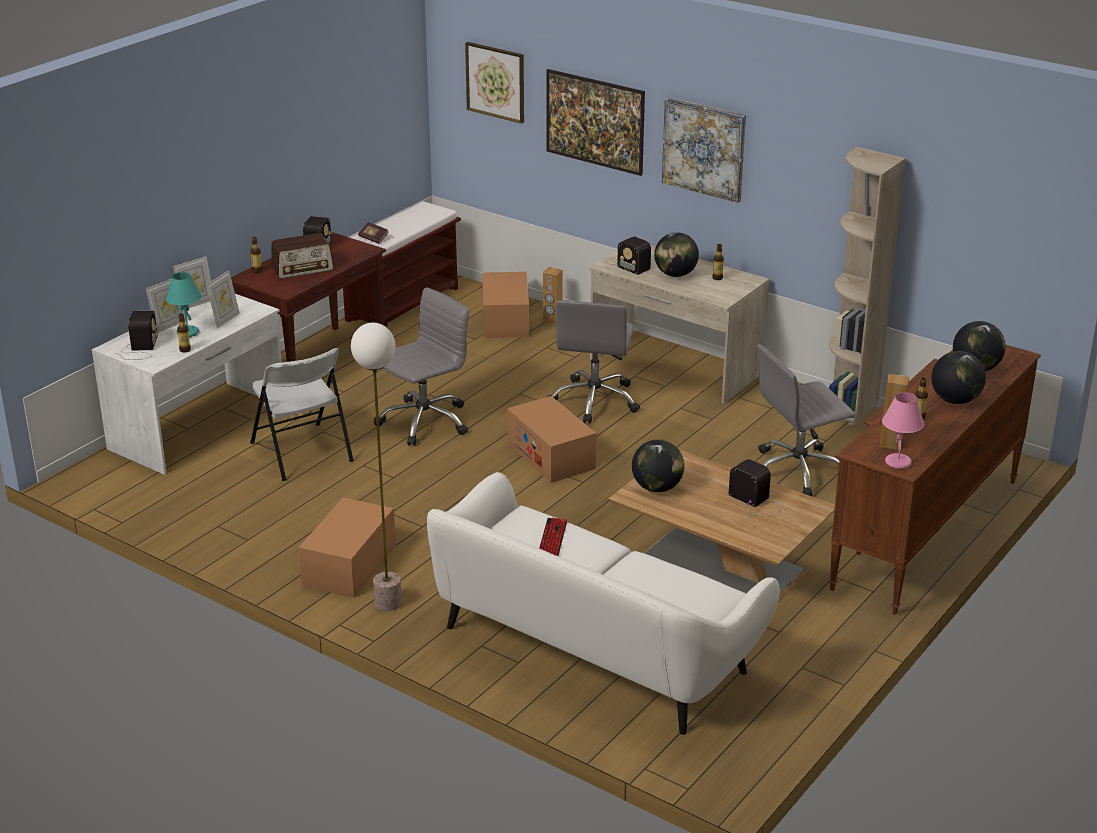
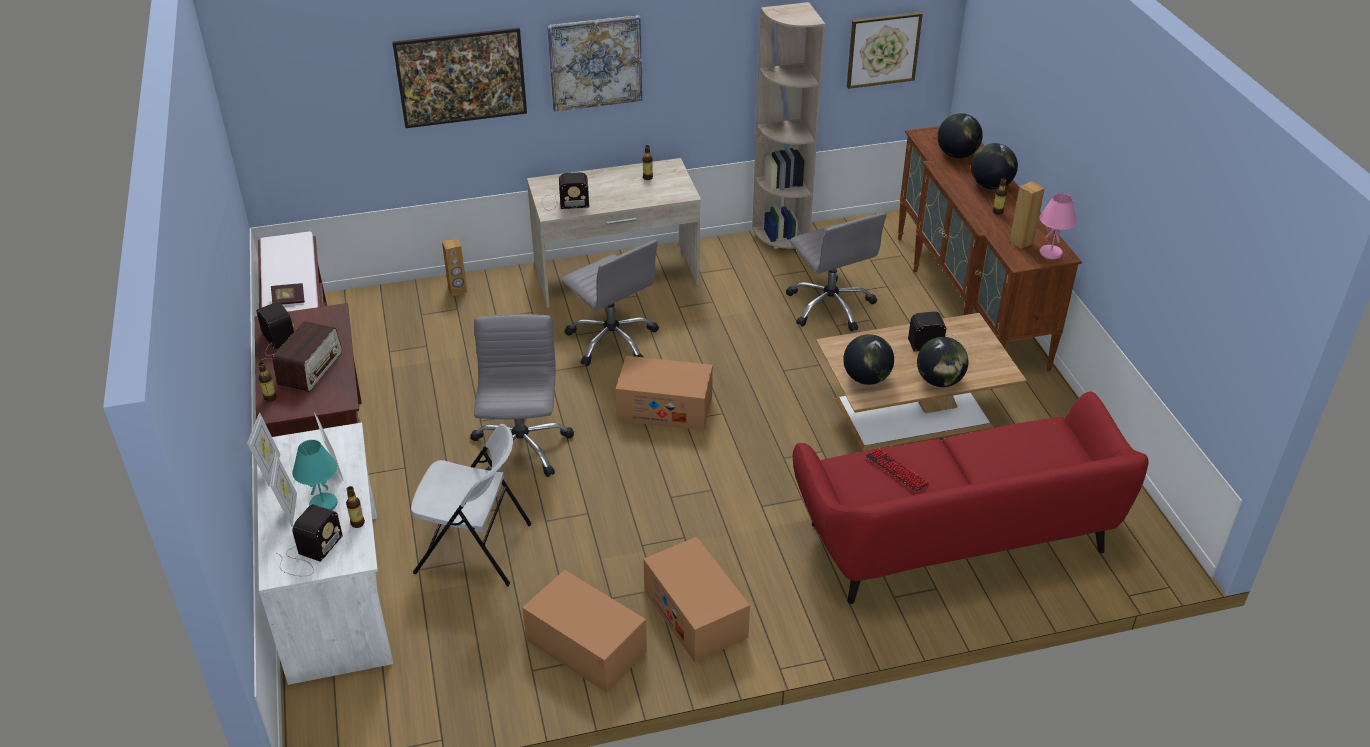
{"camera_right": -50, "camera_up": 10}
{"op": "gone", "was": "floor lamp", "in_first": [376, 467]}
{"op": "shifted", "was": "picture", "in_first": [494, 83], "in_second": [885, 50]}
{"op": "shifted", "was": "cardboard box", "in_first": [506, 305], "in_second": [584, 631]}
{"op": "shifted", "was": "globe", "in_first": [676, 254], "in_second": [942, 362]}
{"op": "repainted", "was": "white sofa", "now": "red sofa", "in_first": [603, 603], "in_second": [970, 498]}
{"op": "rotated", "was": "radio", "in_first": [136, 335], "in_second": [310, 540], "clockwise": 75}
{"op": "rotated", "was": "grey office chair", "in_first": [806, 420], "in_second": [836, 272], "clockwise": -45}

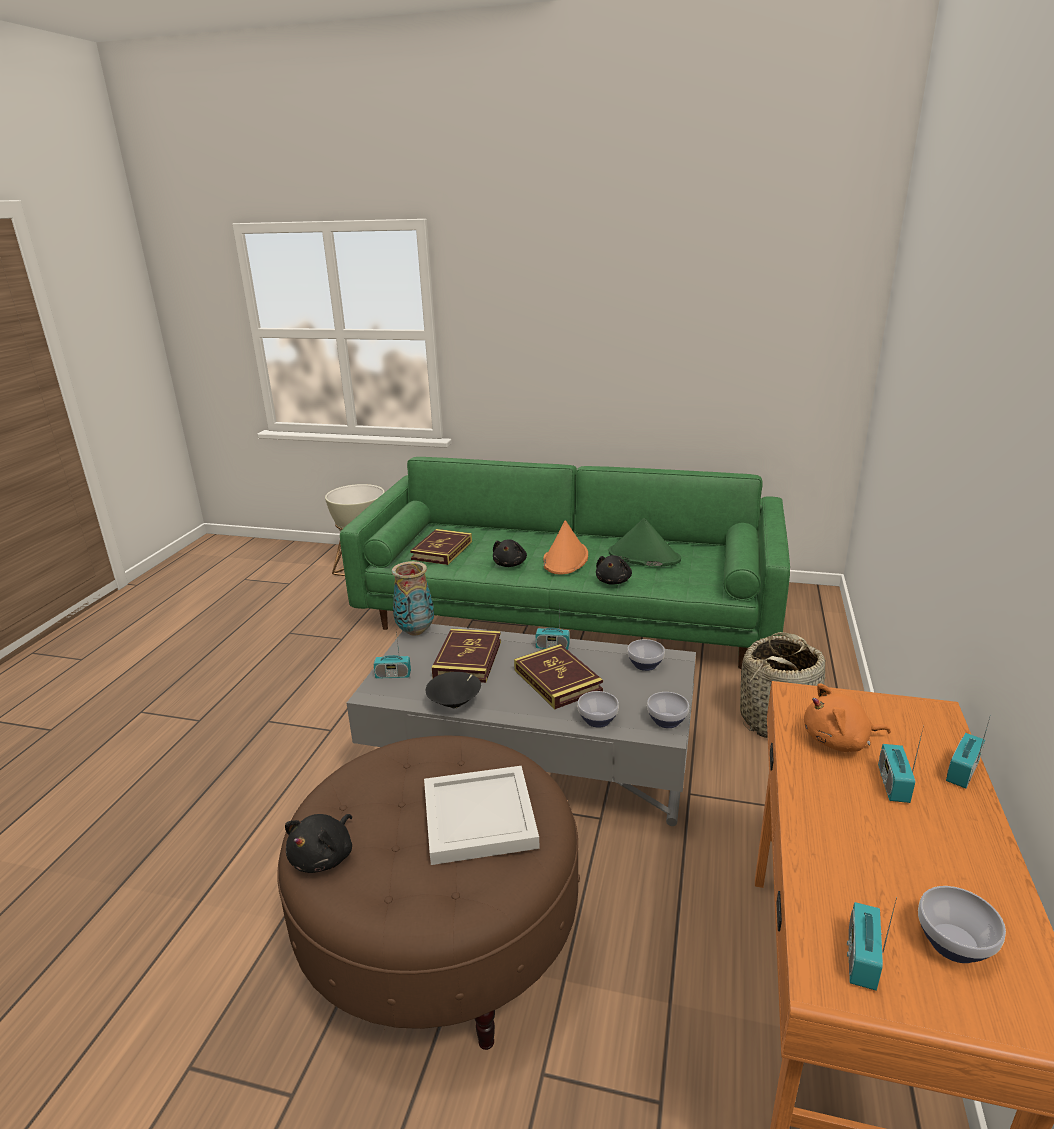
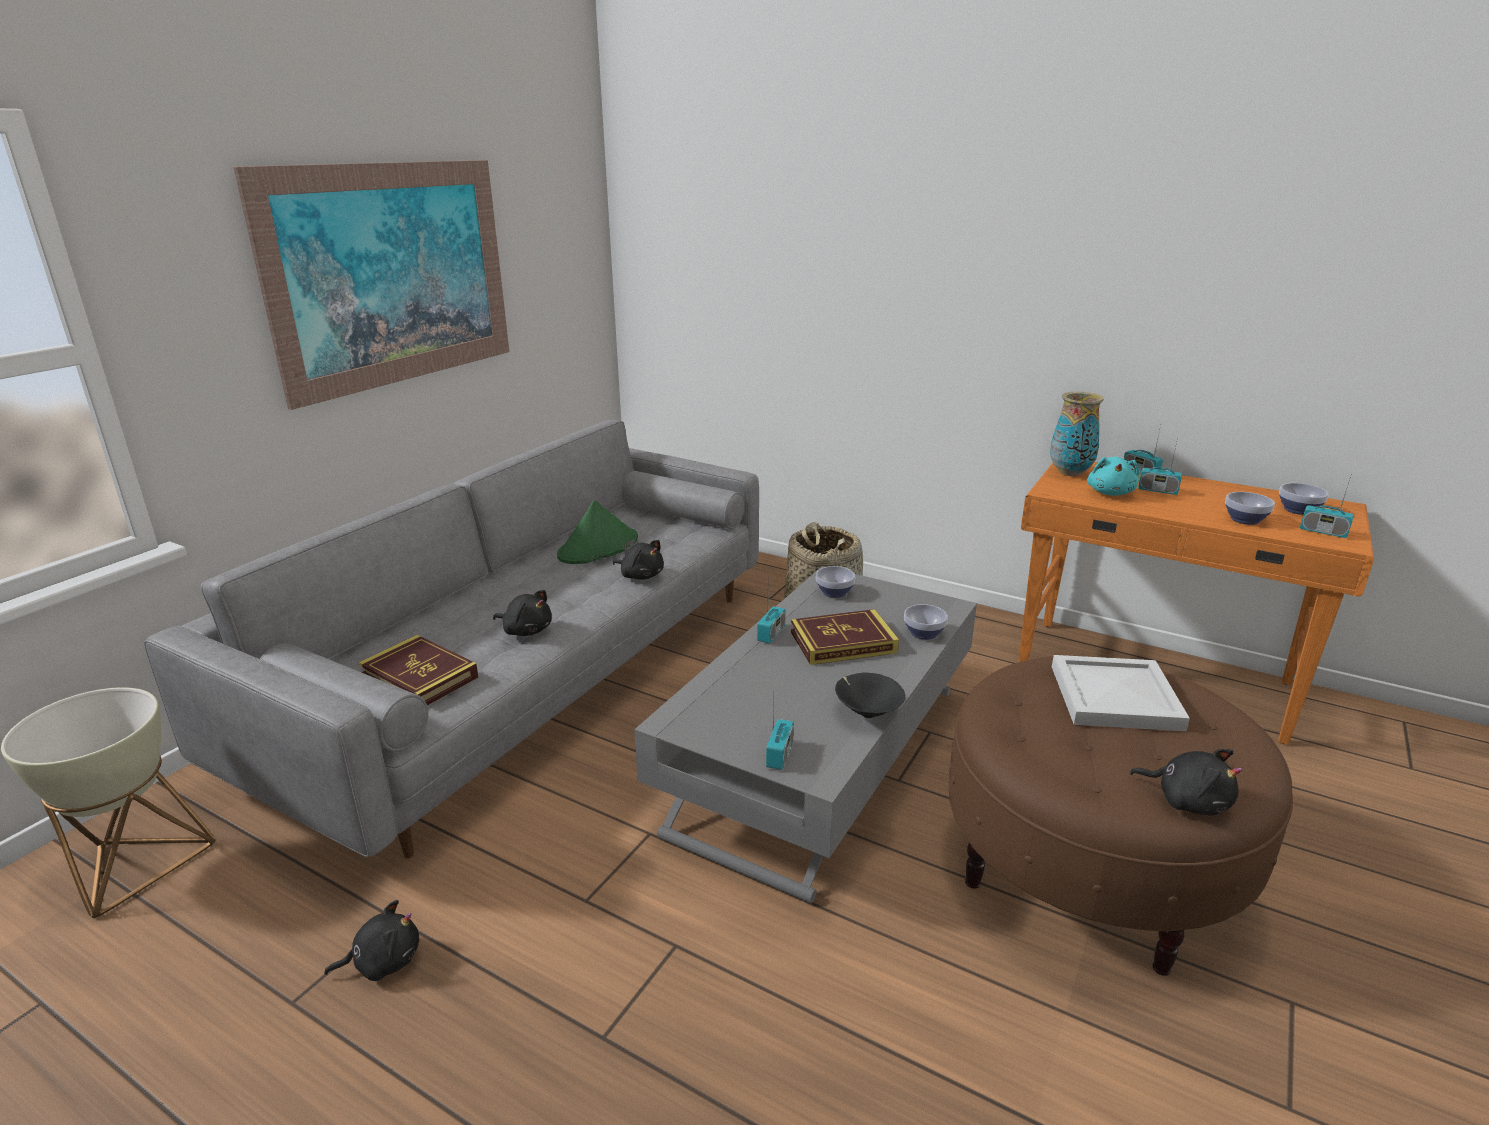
{"camera_right": -75, "camera_up": 0}
{"op": "gone", "was": "book", "in_first": [466, 655]}
{"op": "gone", "was": "orange hat", "in_first": [565, 547]}
{"op": "new", "now": "picture", "in_second": [371, 285]}
{"op": "new", "now": "black plush toy", "in_second": [371, 940]}
{"op": "shifted", "was": "vase", "in_first": [413, 598], "in_second": [1077, 434]}
{"op": "shifted", "was": "bowl", "in_first": [668, 710], "in_second": [1250, 508]}
{"op": "repainted", "was": "green sofa", "now": "grey sofa", "in_first": [565, 563], "in_second": [451, 639]}
{"op": "repainted", "was": "orange plush toy", "now": "turquoise plush toy", "in_first": [847, 717], "in_second": [1113, 476]}

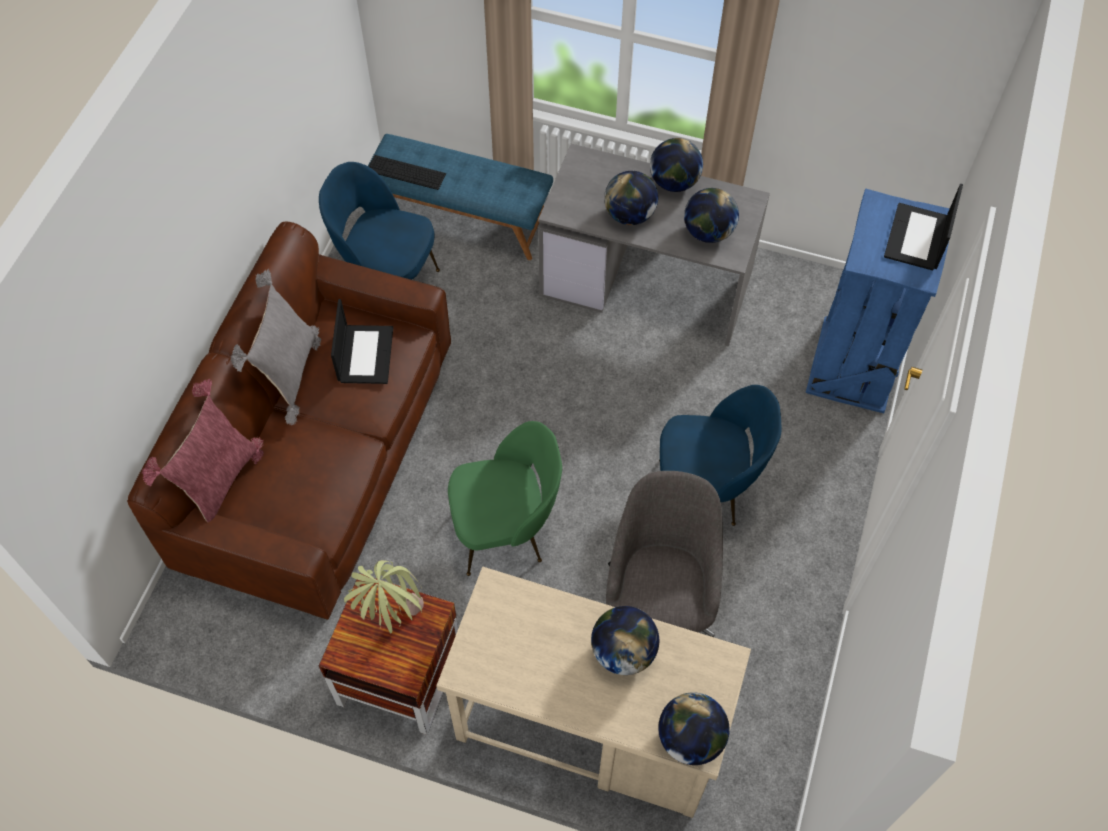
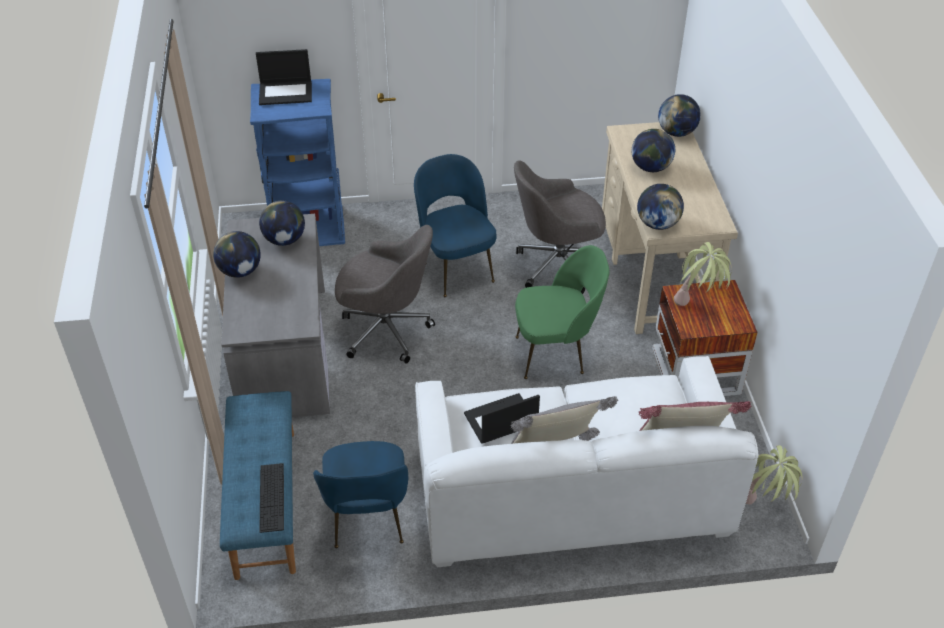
{"camera_right": -115, "camera_up": -15}
{"op": "new", "now": "grey office chair", "in_second": [385, 294]}
{"op": "new", "now": "potted plant", "in_second": [774, 474]}
{"op": "shifted", "was": "globe", "in_first": [631, 198], "in_second": [660, 207]}
{"op": "repainted", "was": "brown sofa", "now": "white sofa", "in_first": [289, 421], "in_second": [586, 461]}
{"op": "rotated", "was": "green chair", "in_first": [505, 498], "in_second": [562, 312], "clockwise": 120}

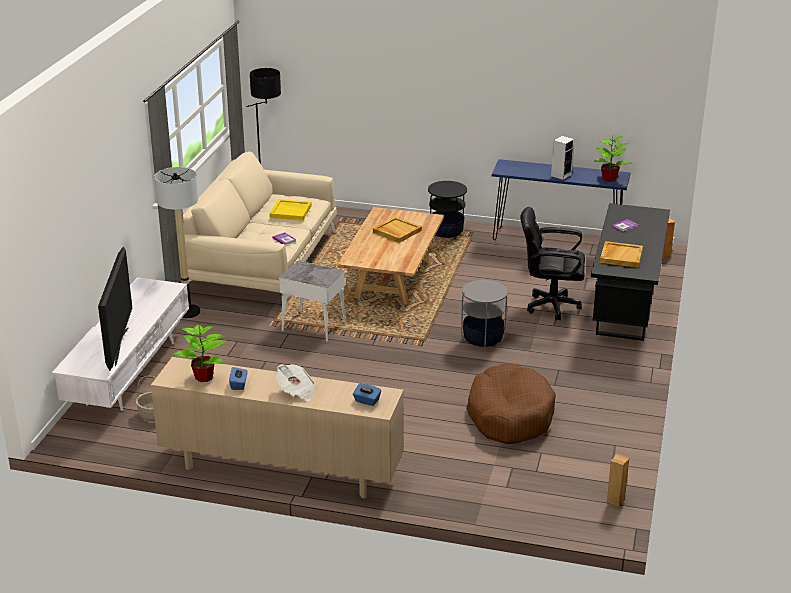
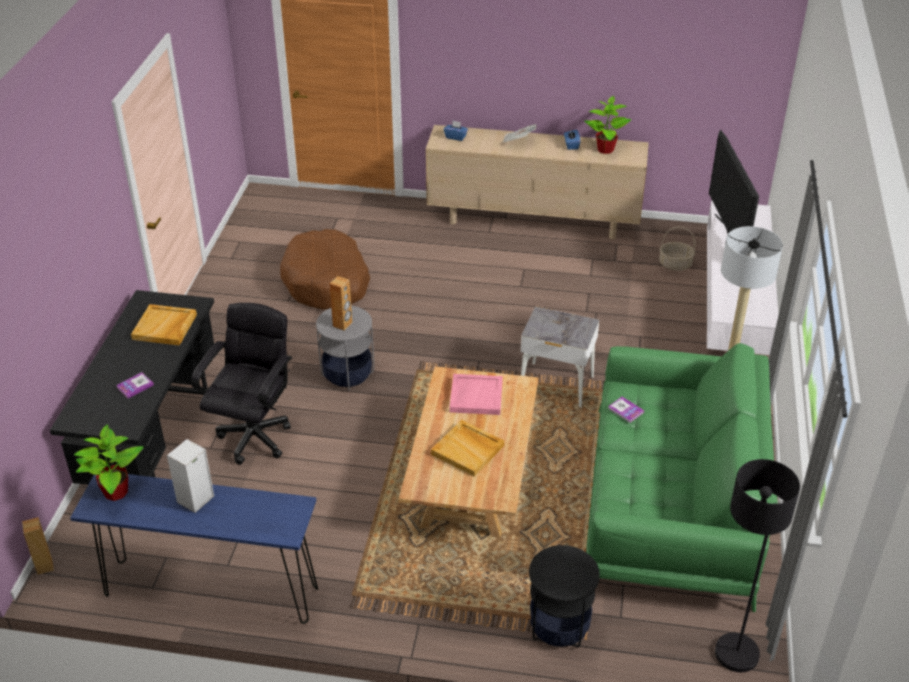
{"camera_right": 175, "camera_up": 10}
{"op": "gone", "was": "yellow tray", "in_first": [290, 210]}
{"op": "new", "now": "pink tray", "in_second": [476, 394]}
{"op": "shifted", "was": "black side table", "in_first": [447, 210], "in_second": [564, 596]}
{"op": "shifted", "was": "brown speaker", "in_first": [618, 480], "in_second": [340, 303]}
{"op": "repainted", "was": "beige sofa", "now": "green sofa", "in_first": [260, 230], "in_second": [682, 477]}
{"op": "rotated", "was": "black office chair", "in_first": [552, 264], "in_second": [241, 384], "clockwise": -75}

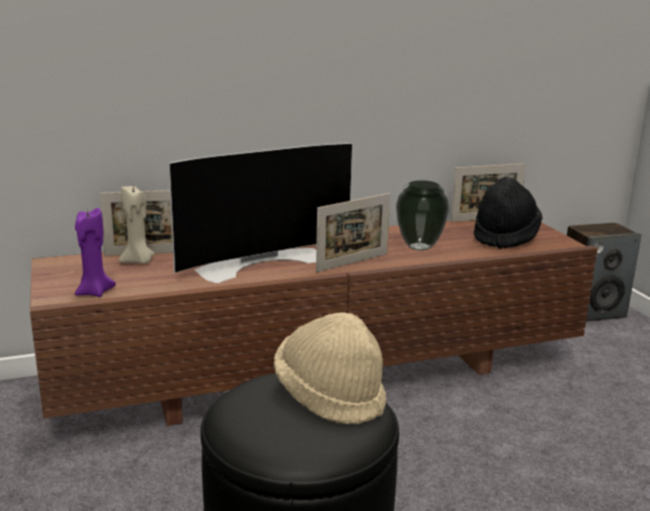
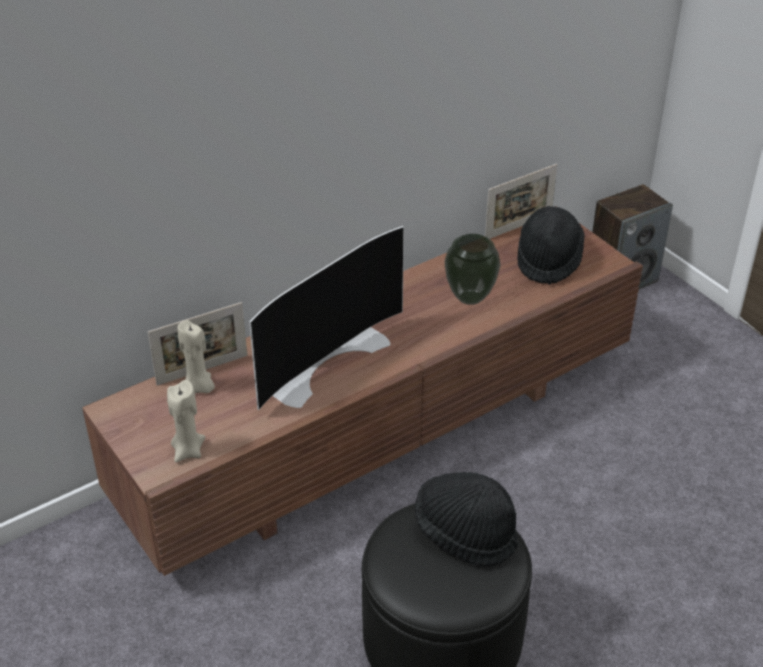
{"camera_right": -15, "camera_up": 20}
{"op": "gone", "was": "picture frame", "in_first": [353, 232]}
{"op": "repainted", "was": "purple candle", "now": "beige candle", "in_first": [95, 252], "in_second": [186, 421]}
{"op": "repainted", "was": "beige hat", "now": "black hat", "in_first": [330, 368], "in_second": [466, 519]}

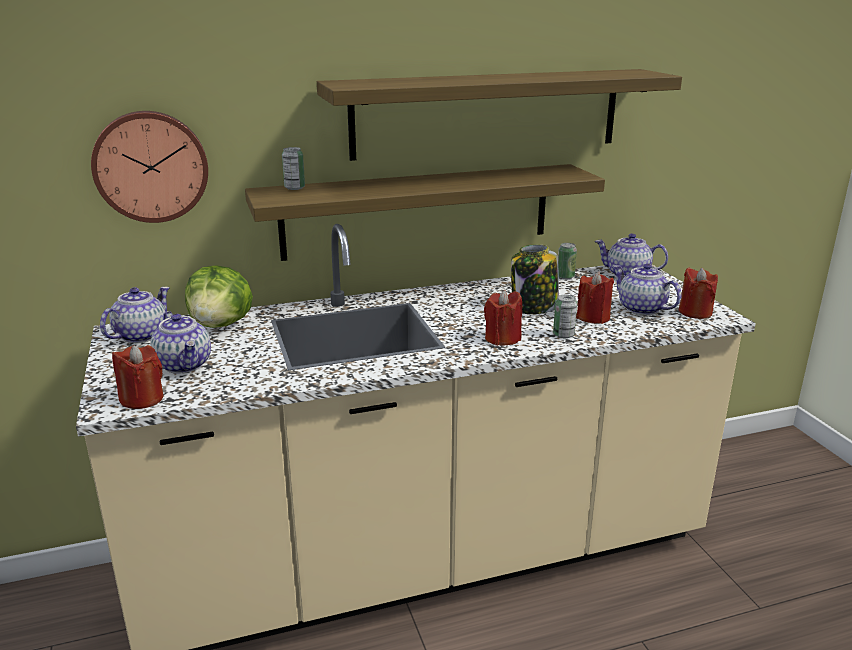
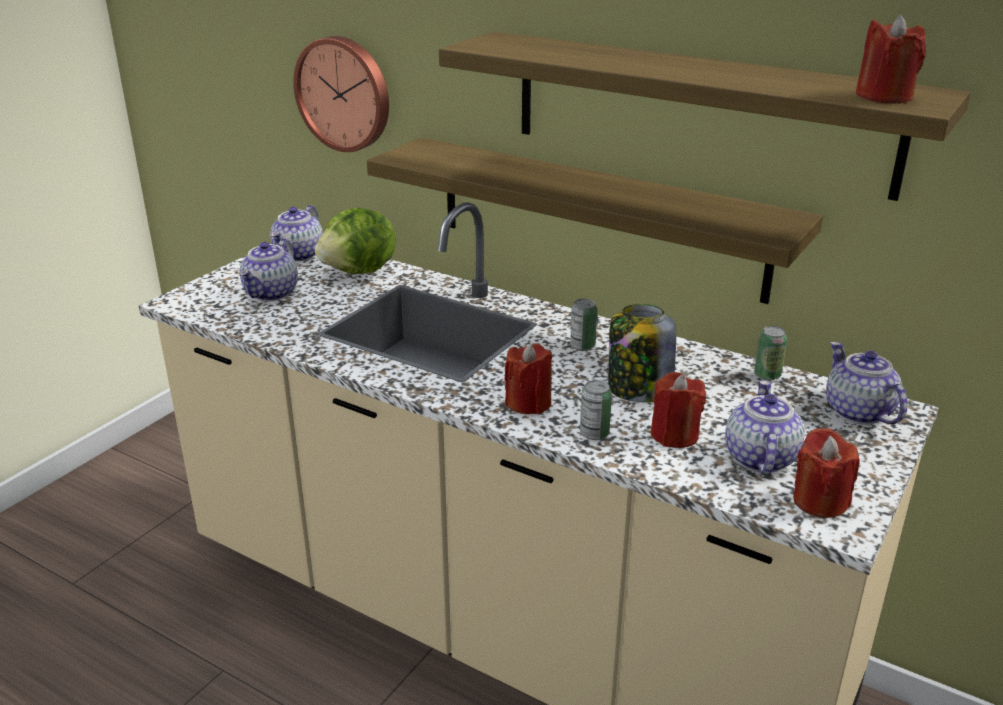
{"camera_right": 50, "camera_up": 5}
{"op": "shifted", "was": "red candle", "in_first": [138, 377], "in_second": [891, 59]}
{"op": "shifted", "was": "can", "in_first": [293, 168], "in_second": [583, 325]}
{"op": "rotated", "was": "teapot", "in_first": [135, 315], "in_second": [296, 233], "clockwise": 120}

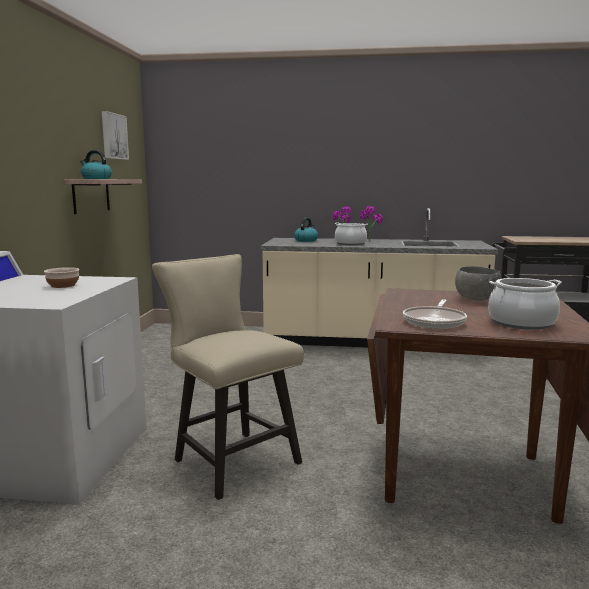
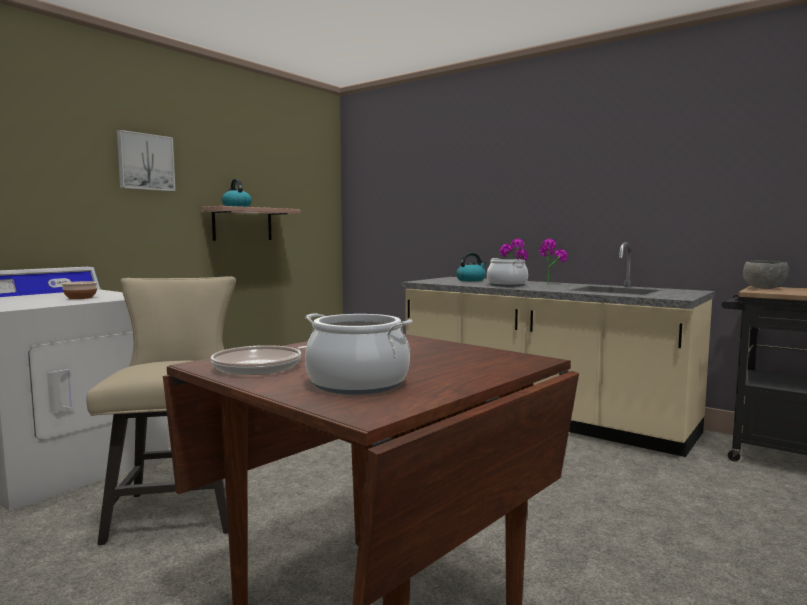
{"camera_right": 30, "camera_up": -5}
{"op": "shifted", "was": "picture", "in_first": [115, 135], "in_second": [146, 160]}
{"op": "shifted", "was": "grey bowl", "in_first": [478, 283], "in_second": [765, 274]}

